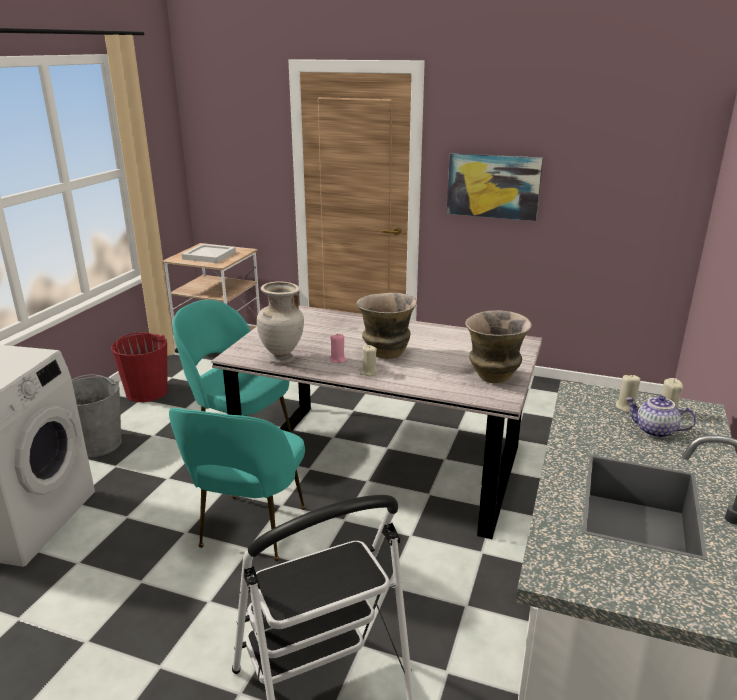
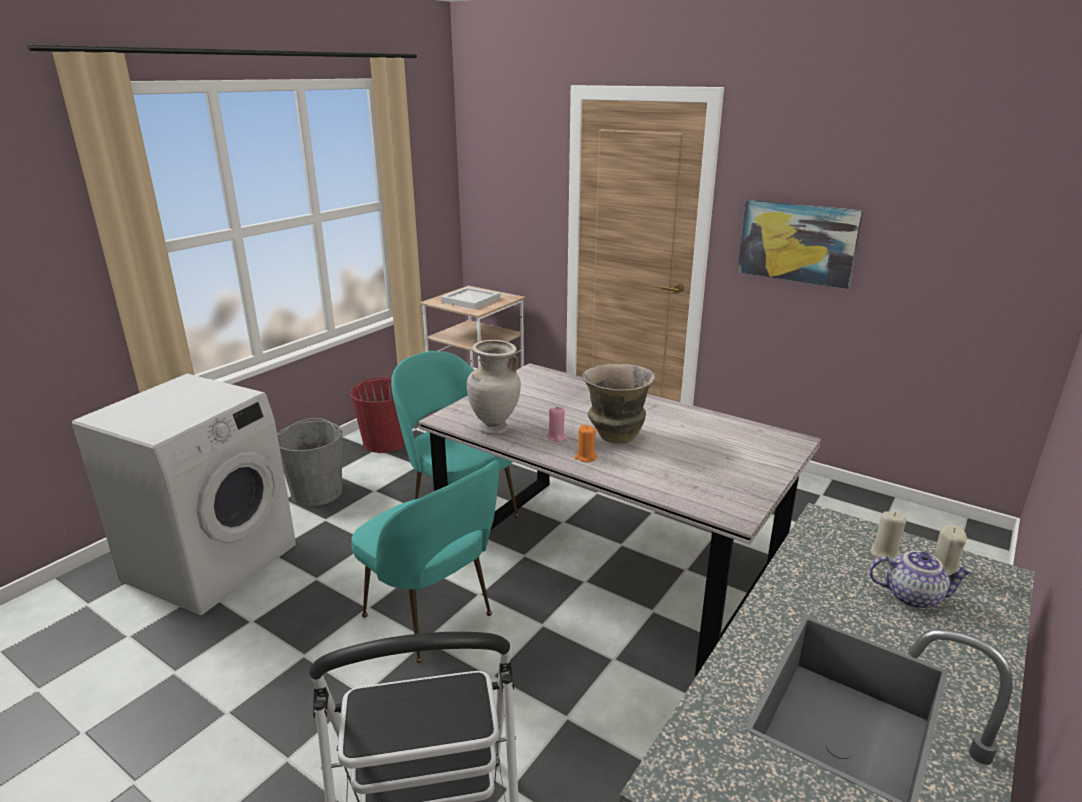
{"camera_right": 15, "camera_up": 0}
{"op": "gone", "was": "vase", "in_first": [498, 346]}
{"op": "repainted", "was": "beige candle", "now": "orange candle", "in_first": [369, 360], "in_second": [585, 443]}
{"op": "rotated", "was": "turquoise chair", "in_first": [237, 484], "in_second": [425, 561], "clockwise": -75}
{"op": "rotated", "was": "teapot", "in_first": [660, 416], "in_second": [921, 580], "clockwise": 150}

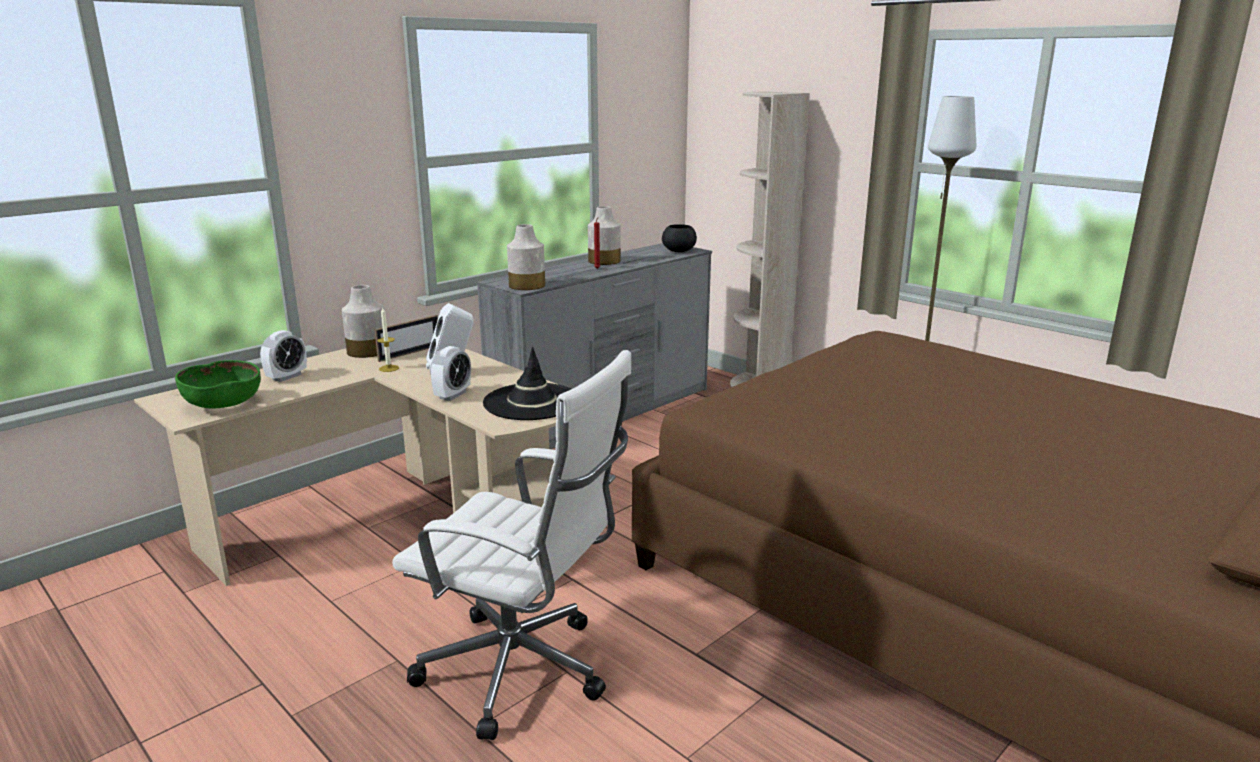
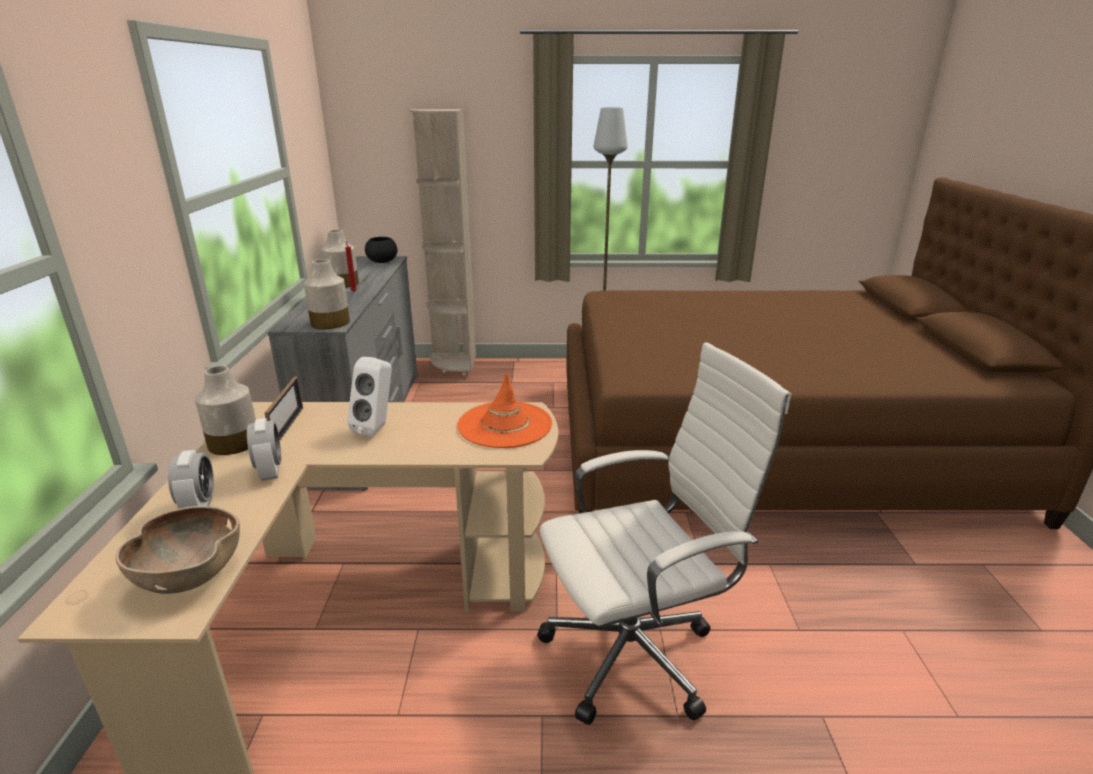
{"camera_right": -45, "camera_up": 5}
{"op": "gone", "was": "candle", "in_first": [388, 340]}
{"op": "shifted", "was": "alarm clock", "in_first": [450, 373], "in_second": [264, 449]}
{"op": "repainted", "was": "green bowl", "now": "brown bowl", "in_first": [218, 384], "in_second": [178, 550]}
{"op": "repainted", "was": "black hat", "now": "orange hat", "in_first": [527, 383], "in_second": [504, 410]}

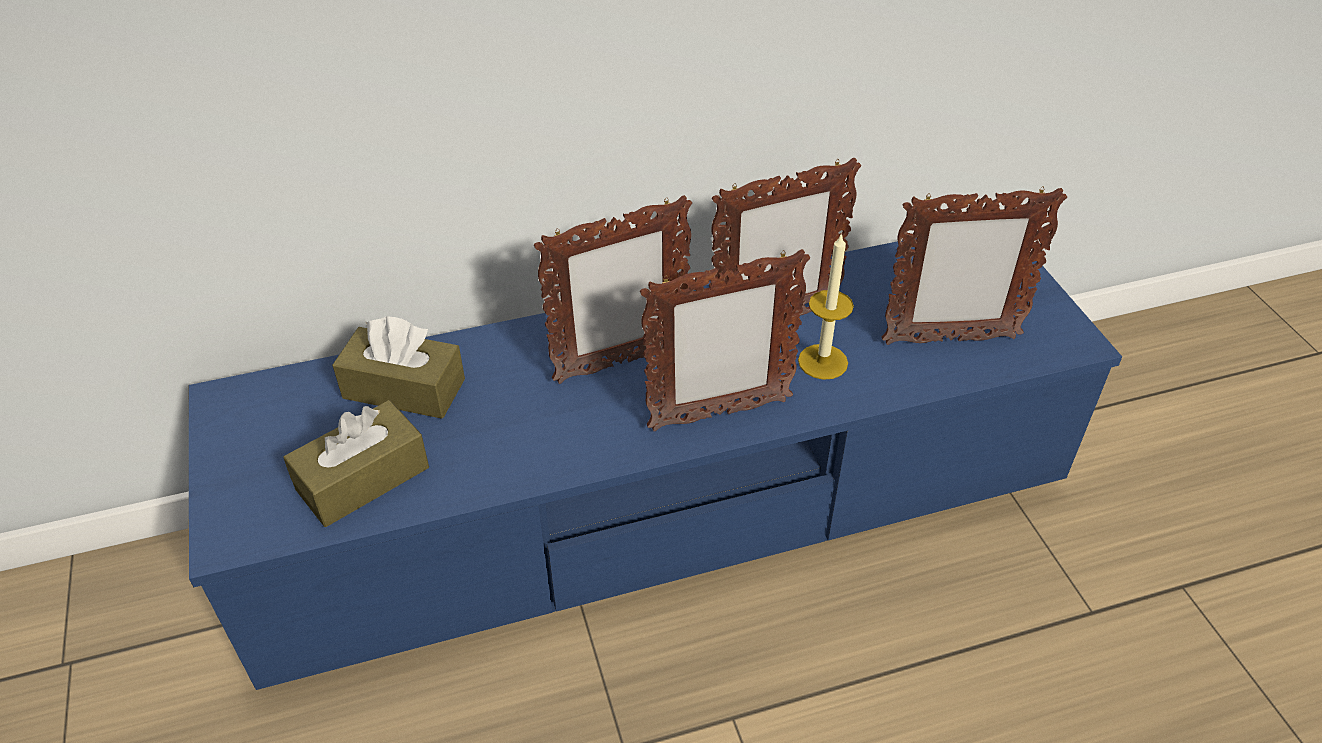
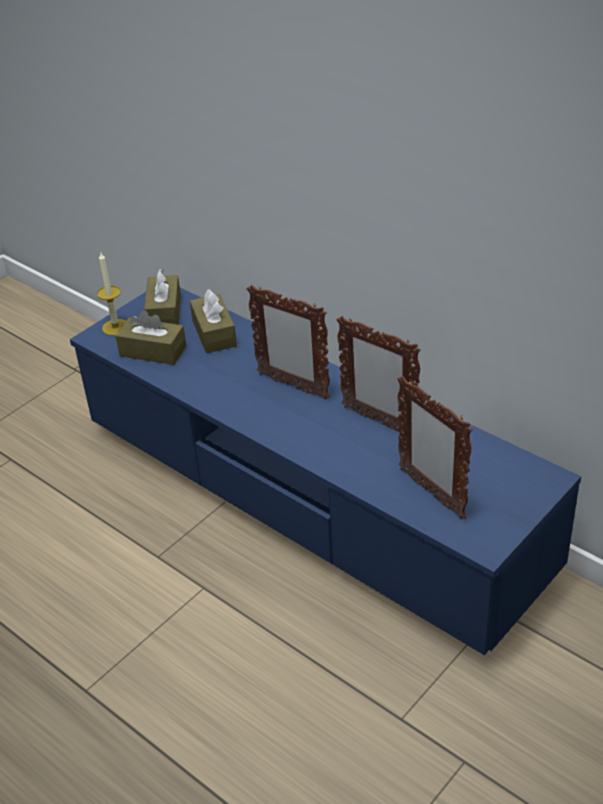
{"camera_right": 60, "camera_up": -5}
{"op": "gone", "was": "picture frame", "in_first": [725, 340]}
{"op": "new", "now": "brown tissue box", "in_second": [162, 297]}
{"op": "shifted", "was": "candle", "in_first": [826, 306], "in_second": [111, 293]}

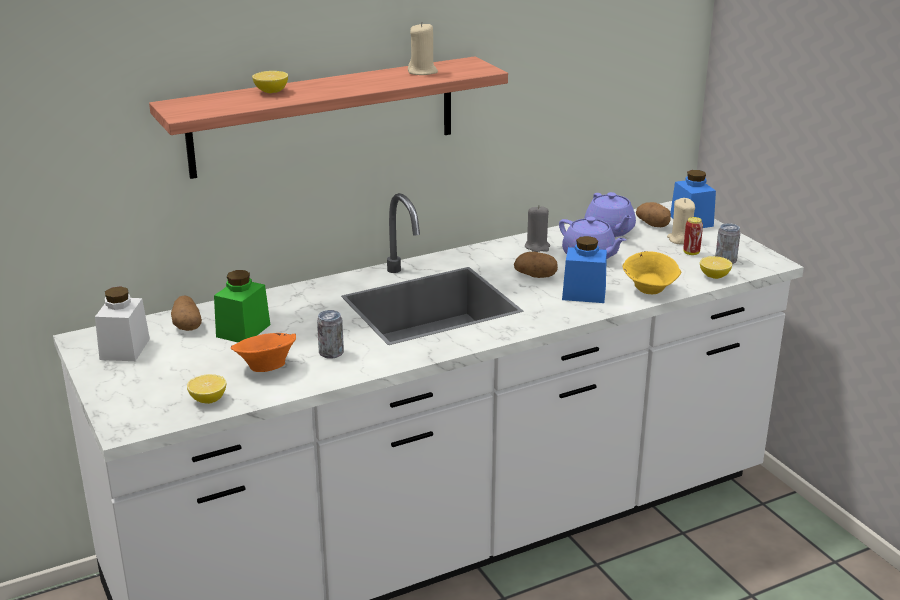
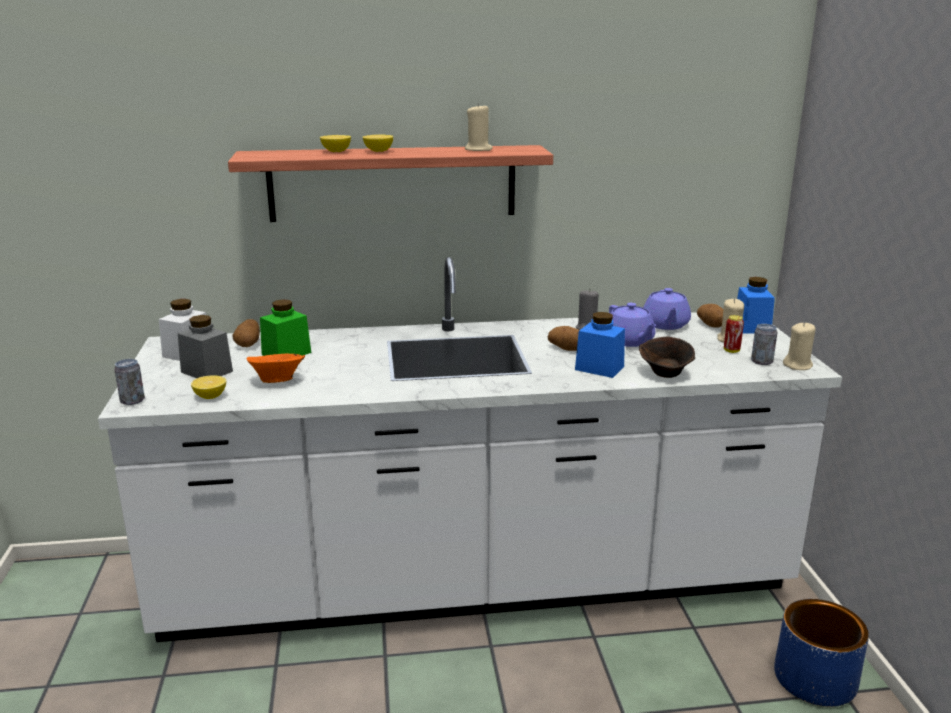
{"camera_right": 20, "camera_up": -5}
{"op": "new", "now": "grey jar", "in_second": [205, 346]}
{"op": "new", "now": "blue planter", "in_second": [821, 653]}
{"op": "new", "now": "beige candle", "in_second": [799, 346]}
{"op": "shifted", "was": "can", "in_first": [330, 334], "in_second": [129, 382]}
{"op": "shifted", "was": "lemon", "in_first": [716, 267], "in_second": [378, 143]}
{"op": "repainted", "was": "yellow bowl", "now": "brown bowl", "in_first": [651, 272], "in_second": [667, 357]}

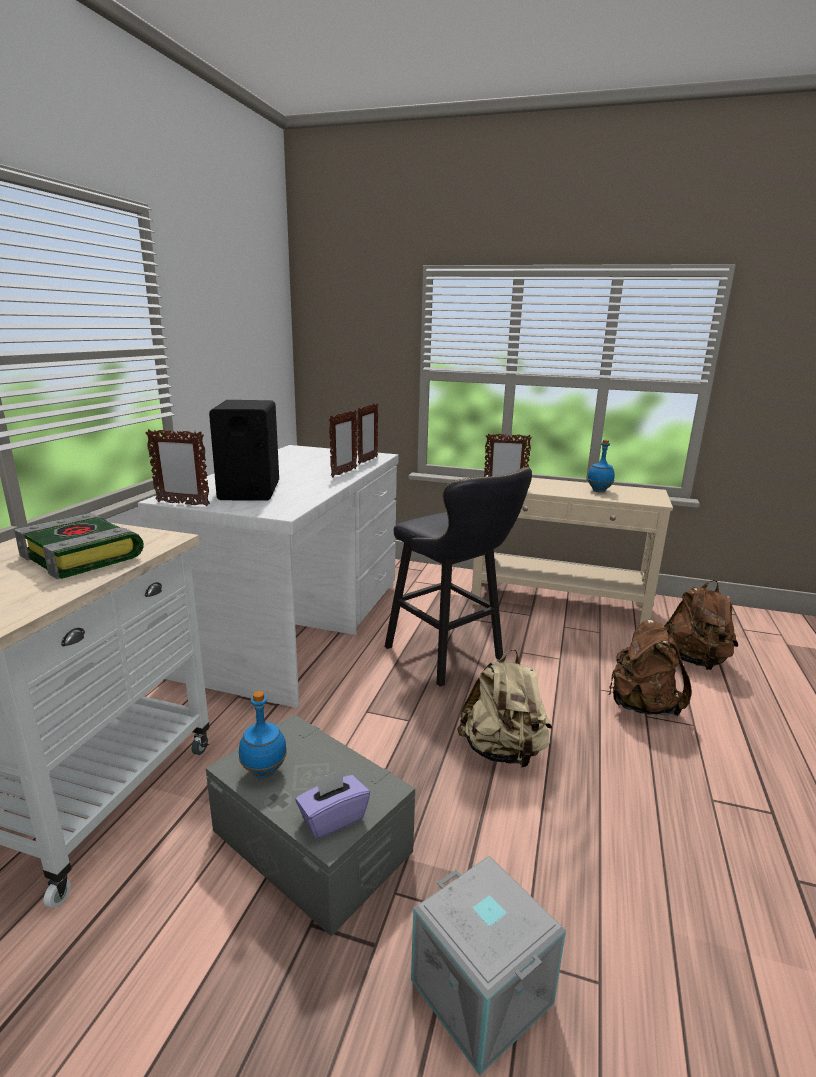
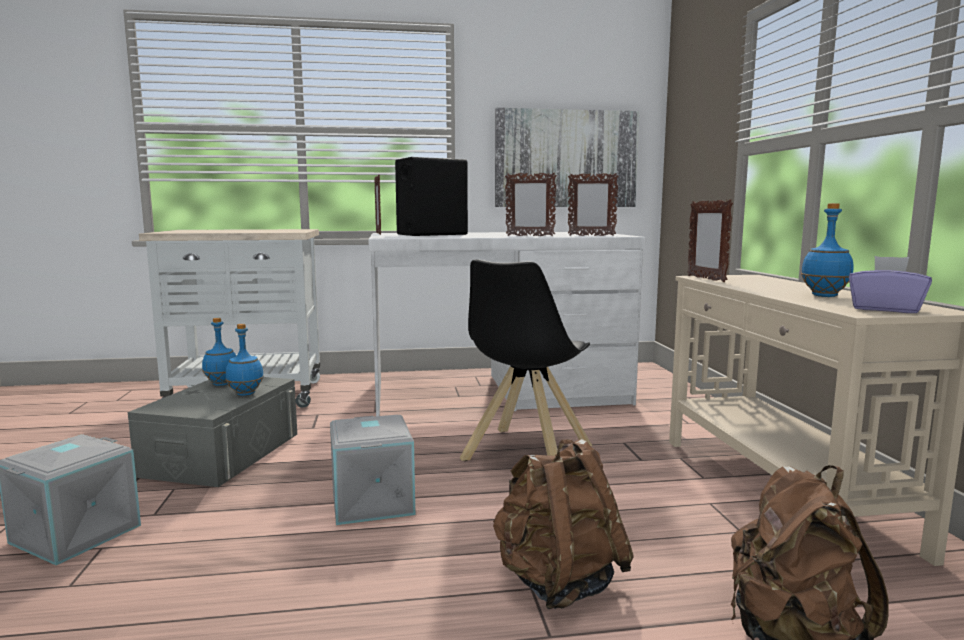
{"camera_right": 65, "camera_up": -10}
{"op": "gone", "was": "book", "in_first": [79, 546]}
{"op": "new", "now": "blue bottle", "in_second": [245, 360]}
{"op": "new", "now": "picture", "in_second": [567, 157]}
{"op": "shifted", "was": "purple tissue box", "in_first": [332, 804], "in_second": [890, 284]}
{"op": "swapped", "was": "black stool", "now": "black chair", "in_first": [458, 577], "in_second": [526, 360]}
{"op": "swapped", "was": "beige backpack", "now": "grey storage box", "in_first": [504, 709], "in_second": [372, 470]}

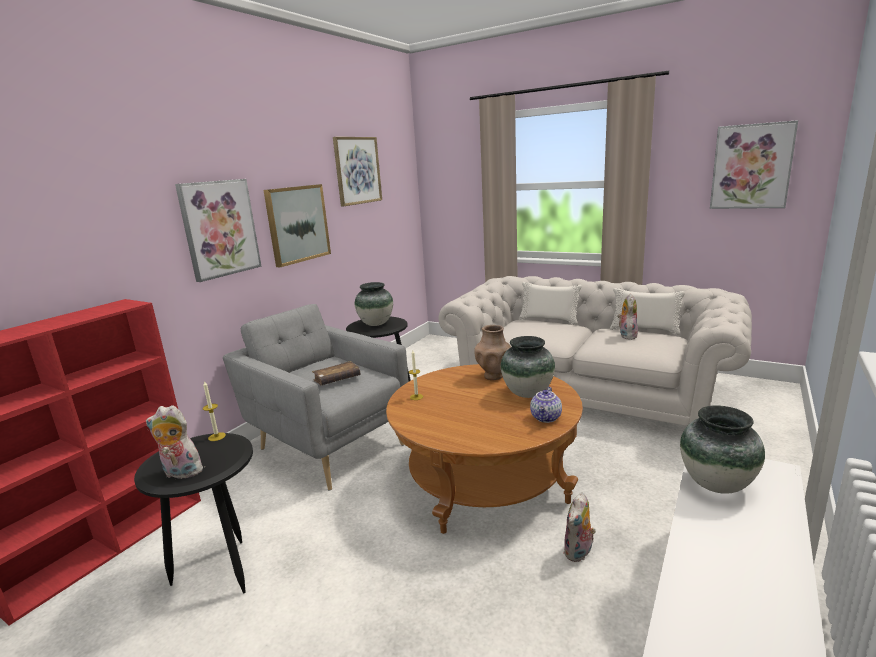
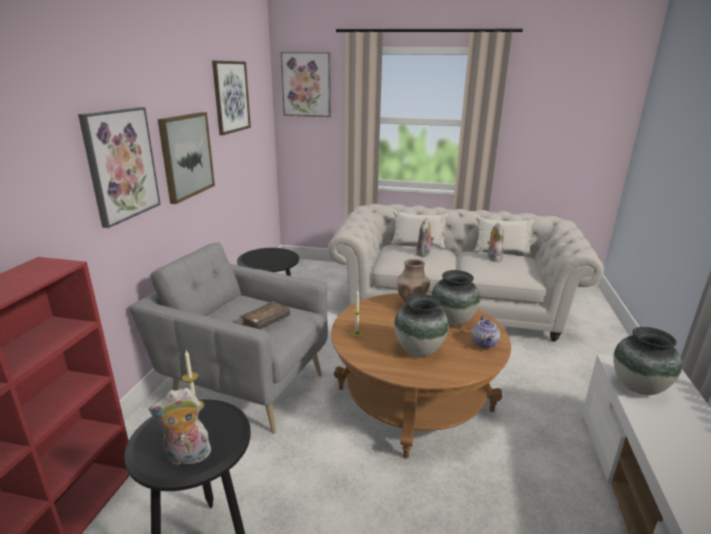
{"camera_right": -20, "camera_up": 5}
{"op": "shifted", "was": "vase", "in_first": [374, 304], "in_second": [421, 325]}
{"op": "shifted", "was": "plush toy", "in_first": [579, 527], "in_second": [425, 237]}
{"op": "shifted", "was": "picture", "in_first": [754, 164], "in_second": [306, 84]}

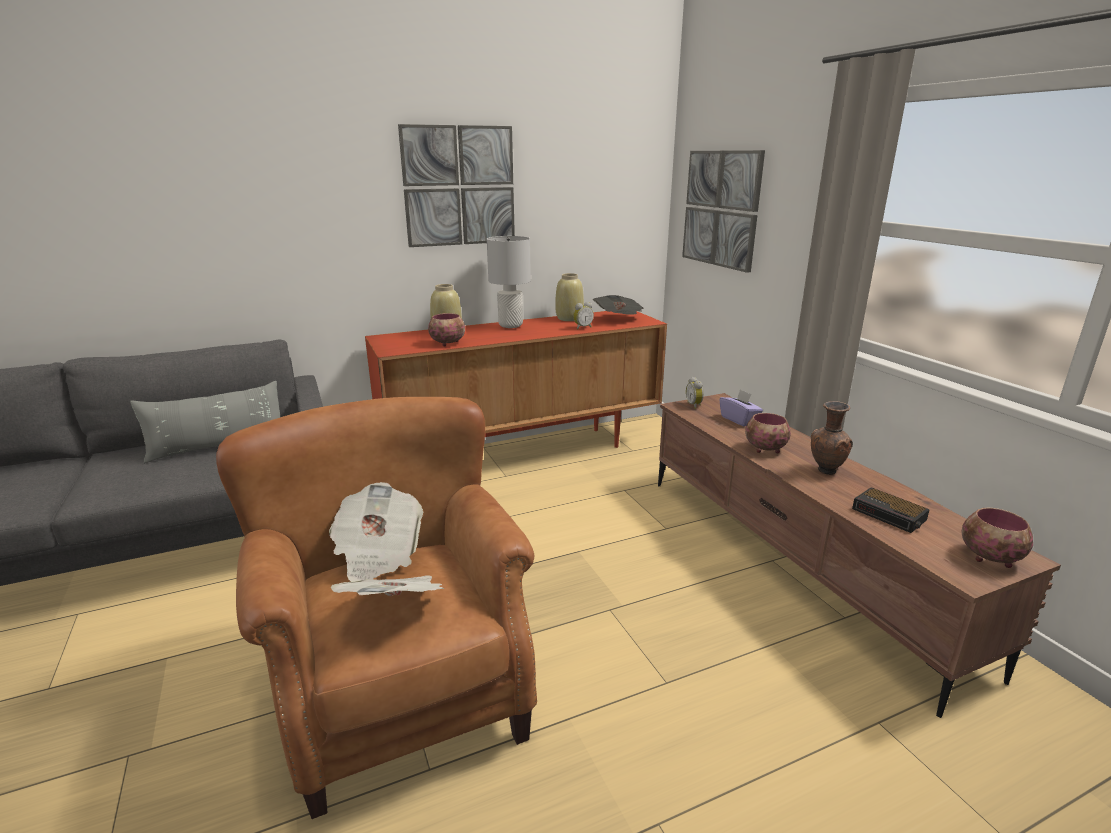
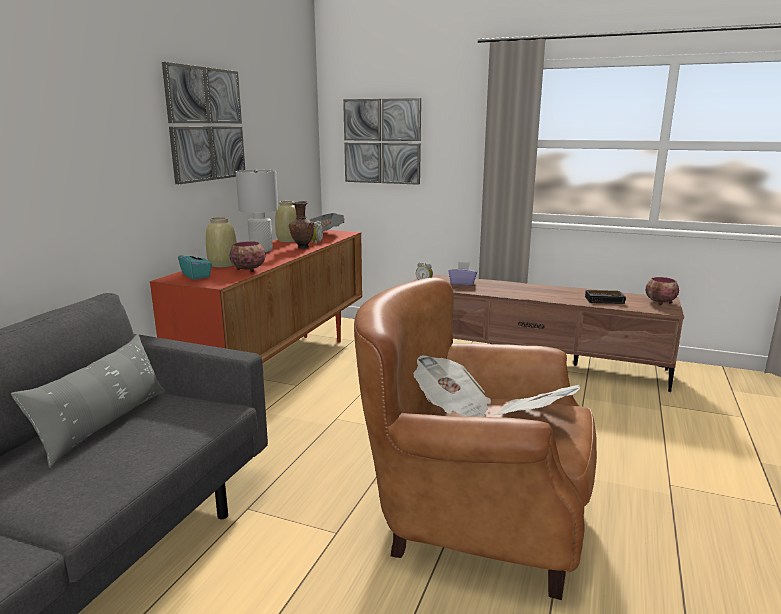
{"camera_right": -45, "camera_up": -5}
{"op": "gone", "was": "bowl", "in_first": [768, 433]}
{"op": "new", "now": "turquoise tissue box", "in_second": [195, 263]}
{"op": "shifted", "was": "brown vase", "in_first": [832, 438], "in_second": [301, 225]}

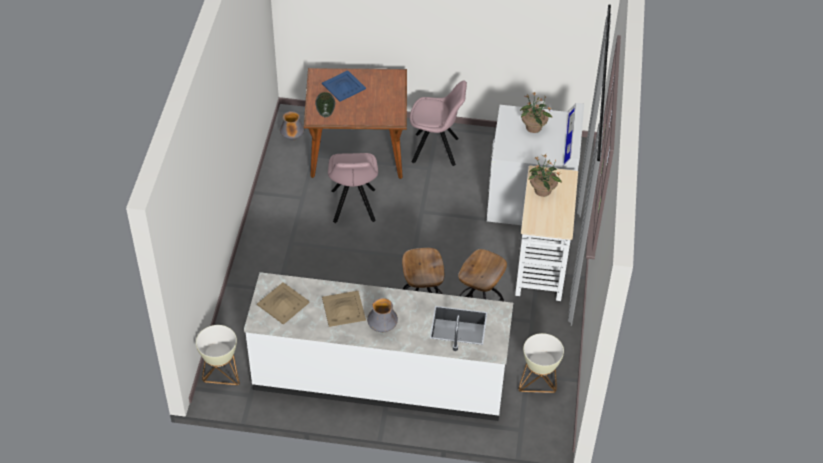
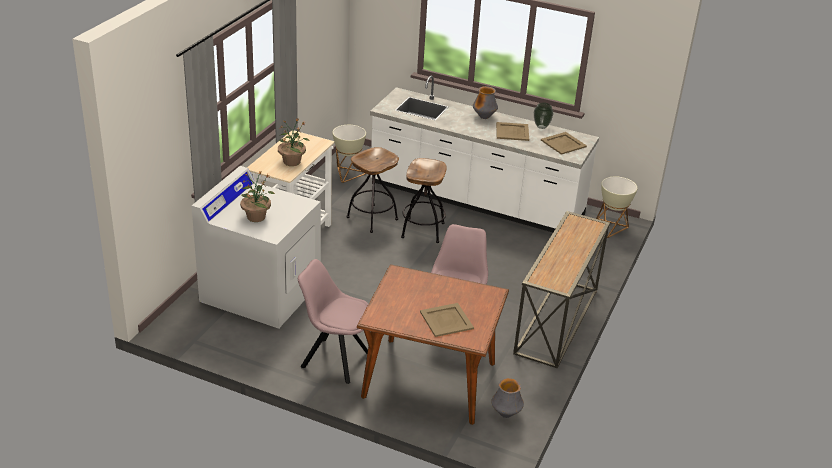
{"camera_right": -165, "camera_up": -15}
{"op": "new", "now": "console table", "in_second": [561, 289]}
{"op": "shifted", "was": "vase", "in_first": [325, 104], "in_second": [543, 115]}
{"op": "repainted", "was": "blue tray", "now": "beige tray", "in_first": [344, 86], "in_second": [447, 320]}

